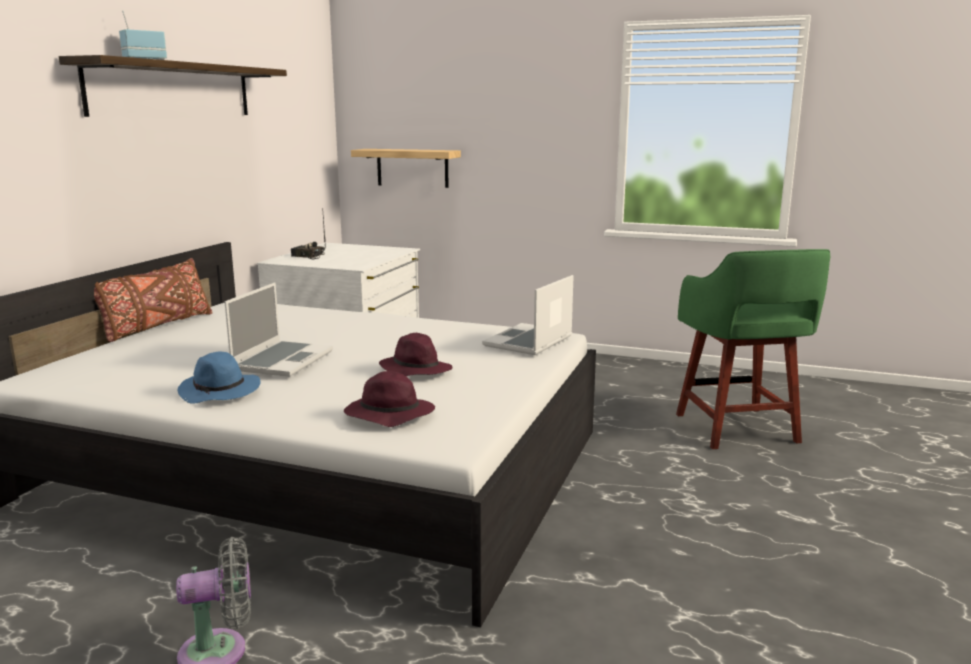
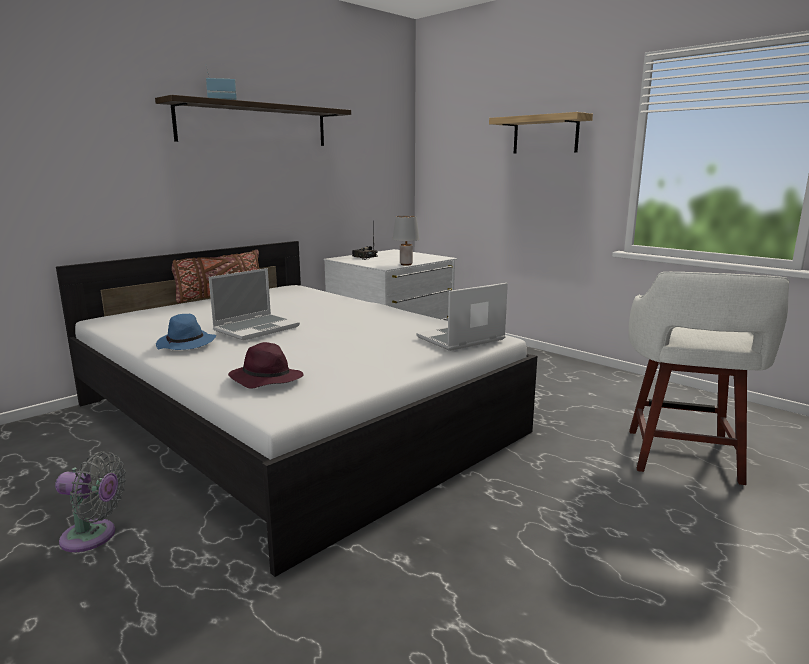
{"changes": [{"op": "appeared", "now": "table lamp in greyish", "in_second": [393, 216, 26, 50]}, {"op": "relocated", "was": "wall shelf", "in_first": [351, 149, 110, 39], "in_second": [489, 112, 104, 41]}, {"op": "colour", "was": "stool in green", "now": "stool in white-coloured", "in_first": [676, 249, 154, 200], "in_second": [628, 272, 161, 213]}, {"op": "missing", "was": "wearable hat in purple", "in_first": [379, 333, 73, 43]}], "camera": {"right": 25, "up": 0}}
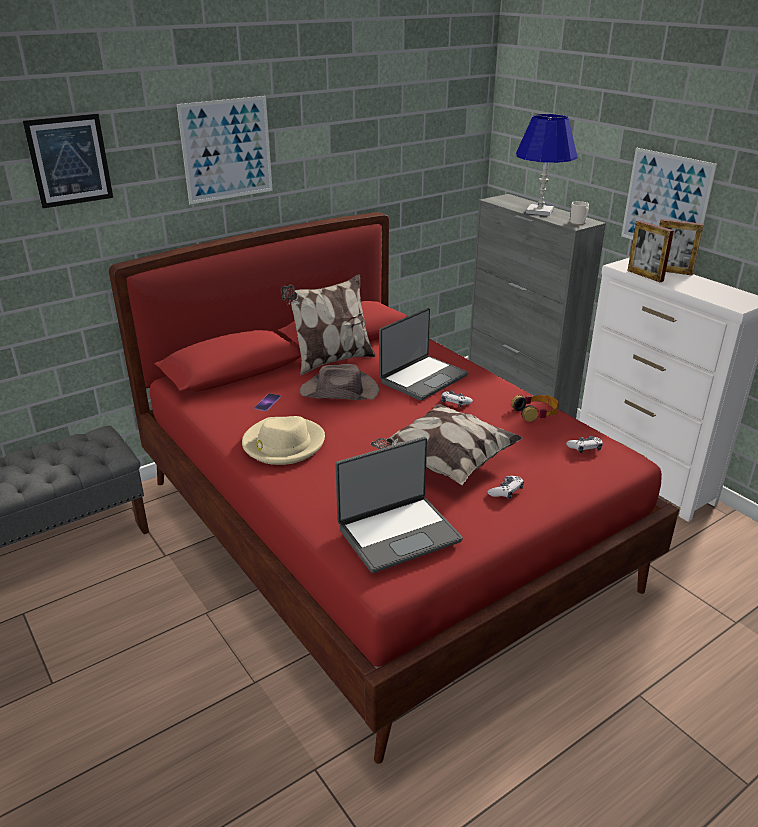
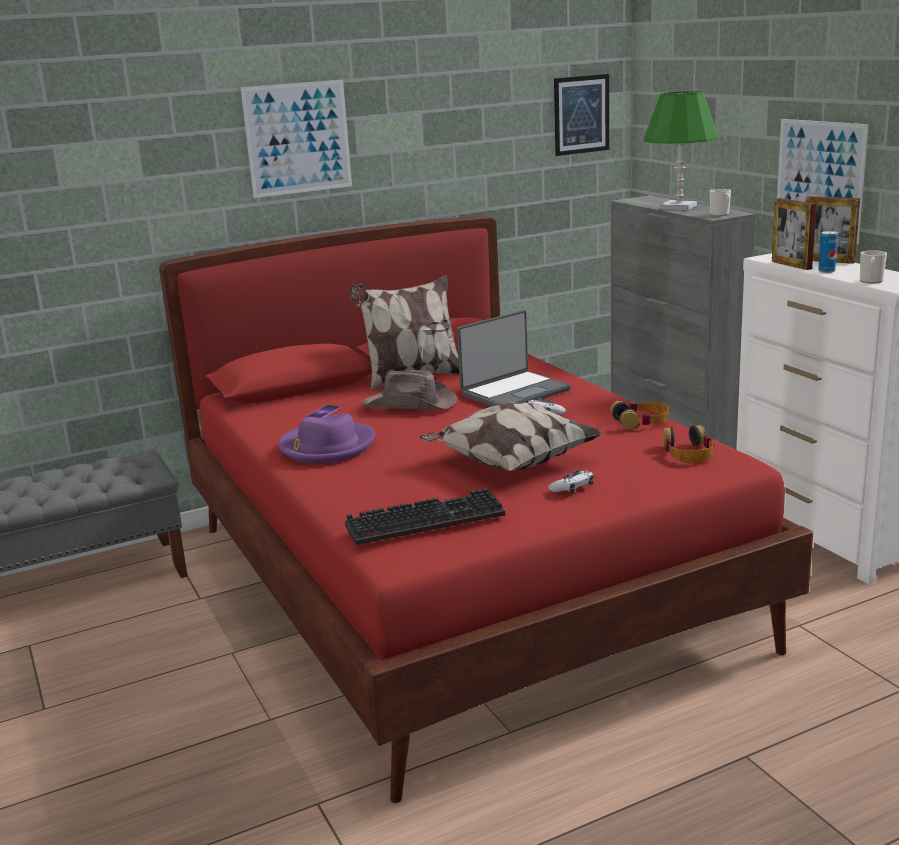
{"changes": [{"op": "colour", "was": "wearable hat in beige-coloured", "now": "wearable hat in purple", "in_first": [242, 416, 83, 49], "in_second": [278, 413, 97, 50]}, {"op": "exchanged", "was": "notebook computer", "now": "keyboard", "in_first": [335, 437, 128, 136], "in_second": [345, 488, 160, 57]}, {"op": "relocated", "was": "wall picture", "in_first": [23, 113, 90, 95], "in_second": [554, 74, 55, 82]}, {"op": "colour", "was": "table lamp in bluish", "now": "table lamp in green", "in_first": [516, 114, 61, 102], "in_second": [644, 91, 74, 119]}, {"op": "exchanged", "was": "joypad", "now": "headphones", "in_first": [566, 436, 37, 17], "in_second": [663, 425, 50, 39]}, {"op": "appeared", "now": "can", "in_second": [818, 231, 20, 42]}, {"op": "appeared", "now": "coffee mug", "in_second": [860, 251, 27, 32]}], "camera": {"right": 10, "up": -10}}
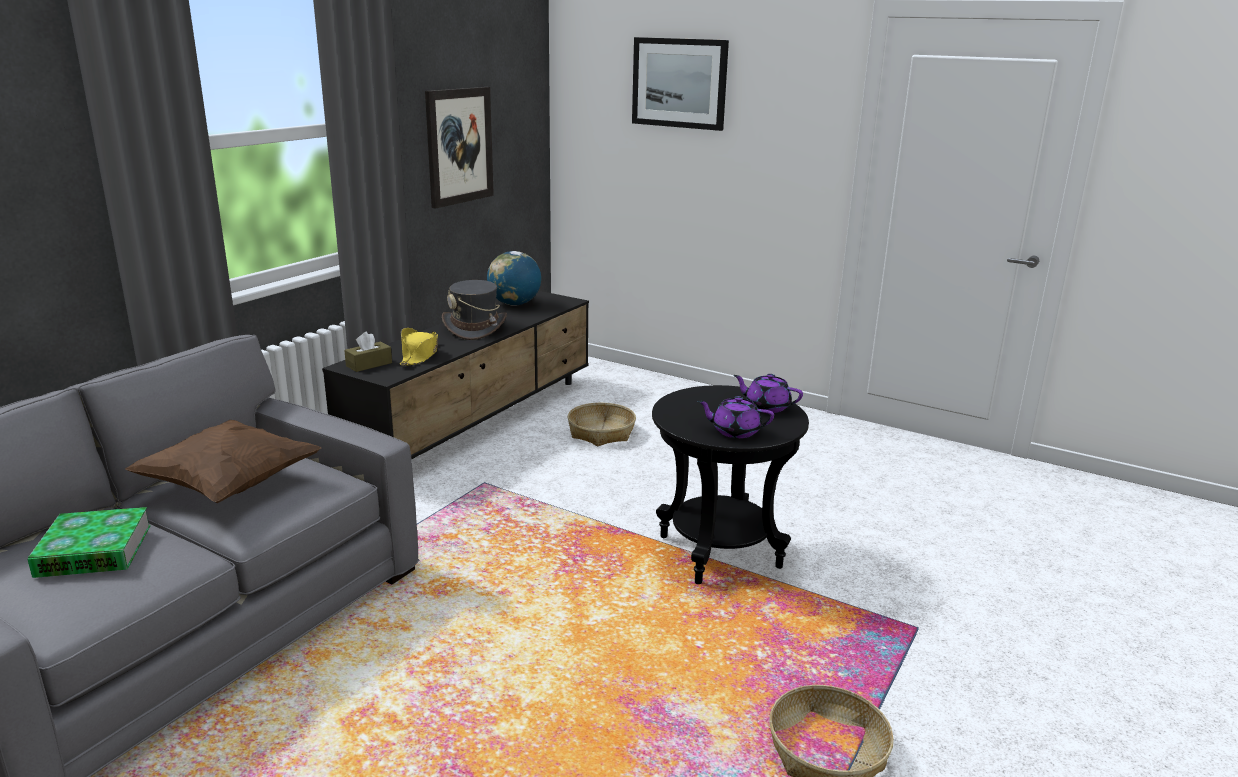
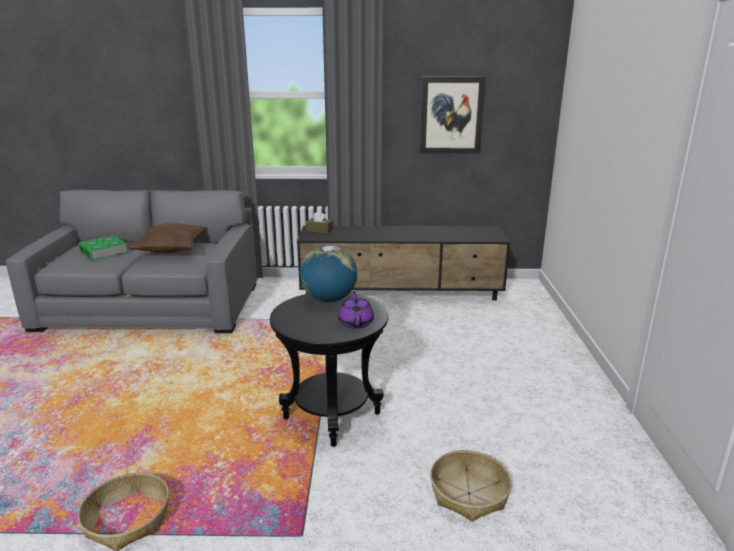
{"changes": [{"op": "relocated", "was": "globe", "in_first": [487, 251, 54, 55], "in_second": [300, 245, 57, 57]}, {"op": "relocated", "was": "storage basket", "in_first": [567, 403, 69, 43], "in_second": [430, 450, 82, 72]}, {"op": "missing", "was": "wearable hat in yellow-coloured", "in_first": [400, 328, 38, 38]}, {"op": "missing", "was": "wearable hat in greyish", "in_first": [442, 280, 65, 60]}, {"op": "missing", "was": "wall picture", "in_first": [632, 37, 97, 94]}, {"op": "missing", "was": "pot for tea in purple", "in_first": [698, 396, 76, 42]}], "camera": {"right": 60, "up": 0}}
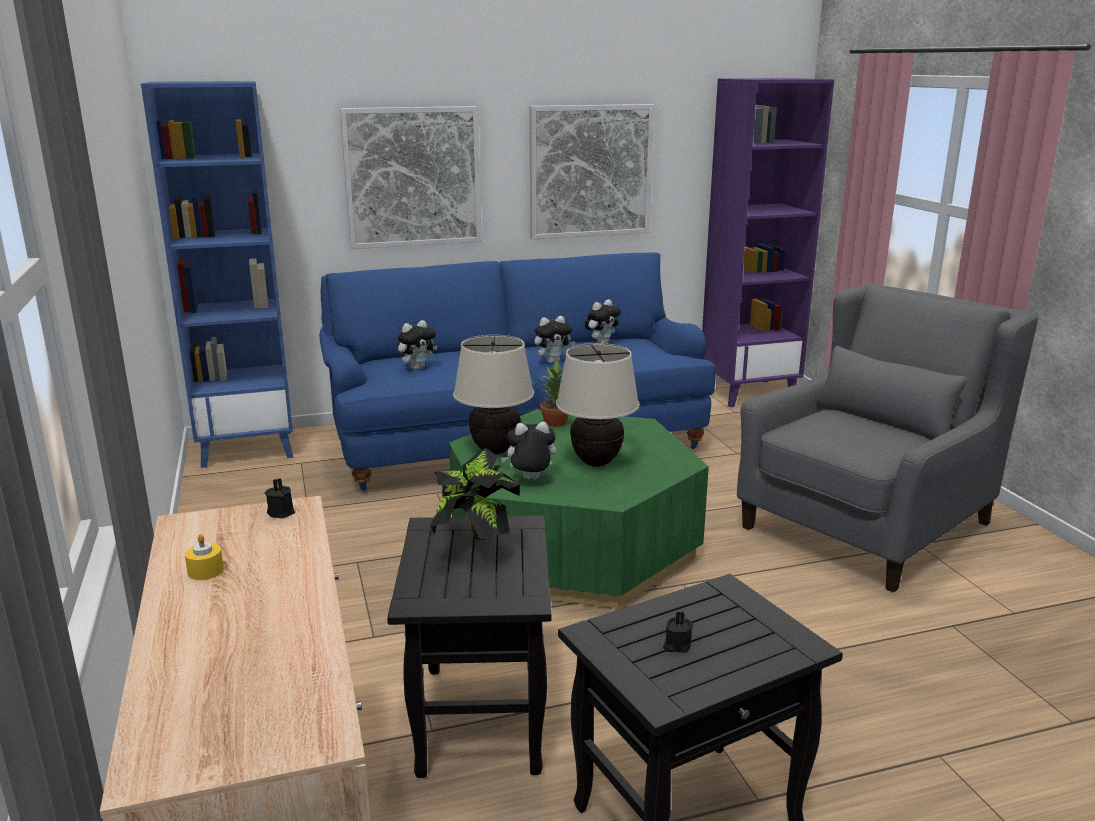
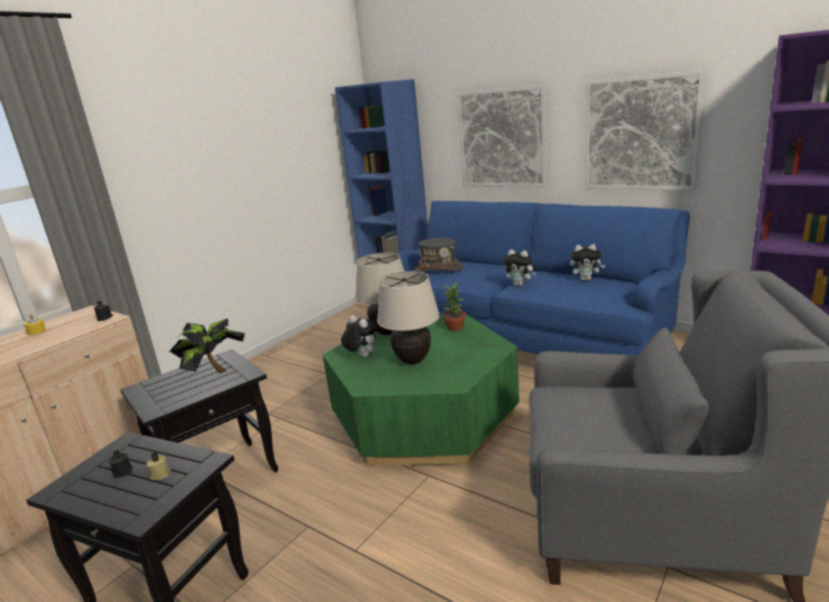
{"changes": [{"op": "appeared", "now": "wax candle in beige-coloured", "in_second": [146, 452, 25, 28]}, {"op": "exchanged", "was": "soft toy", "now": "wearable hat in greyish", "in_first": [397, 320, 41, 50], "in_second": [415, 238, 49, 34]}], "camera": {"right": 55, "up": 0}}
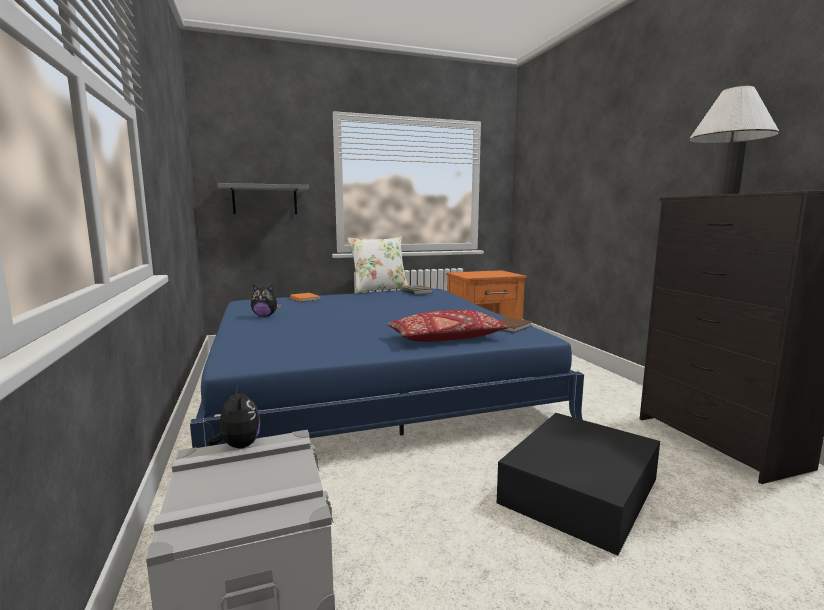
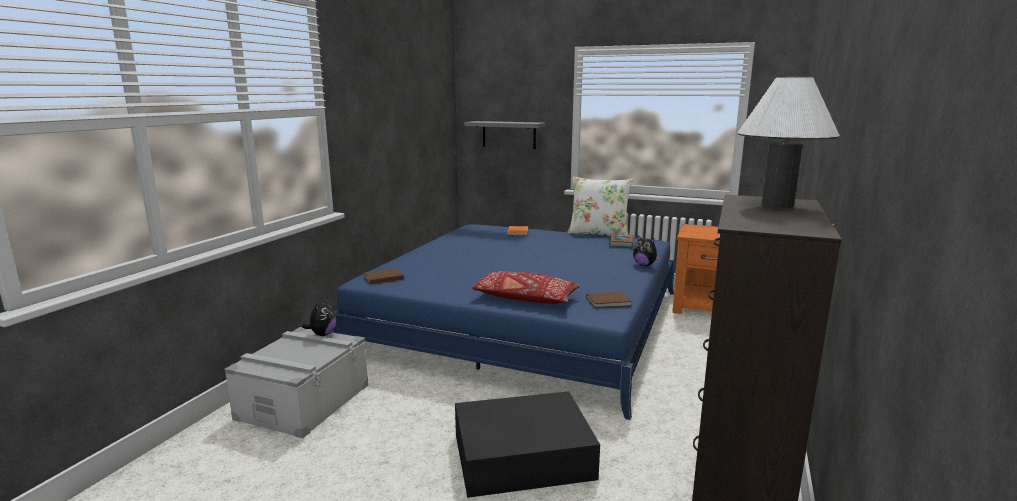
{"changes": [{"op": "appeared", "now": "volume in brown-coloured", "in_second": [364, 268, 40, 16]}, {"op": "relocated", "was": "soft toy", "in_first": [251, 285, 30, 32], "in_second": [633, 236, 28, 30]}], "camera": {"right": 40, "up": 5}}
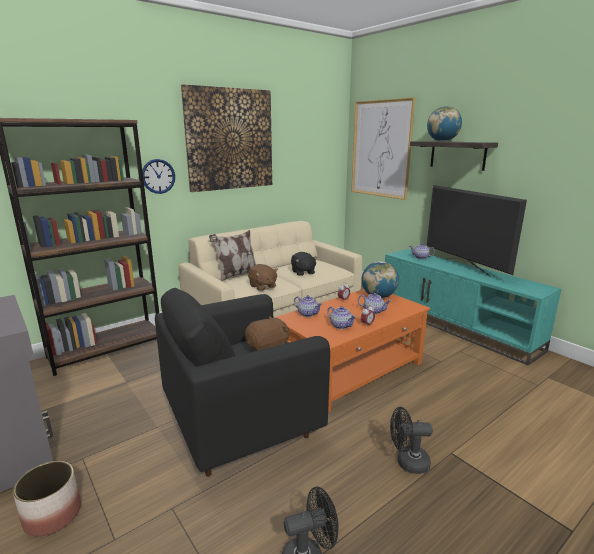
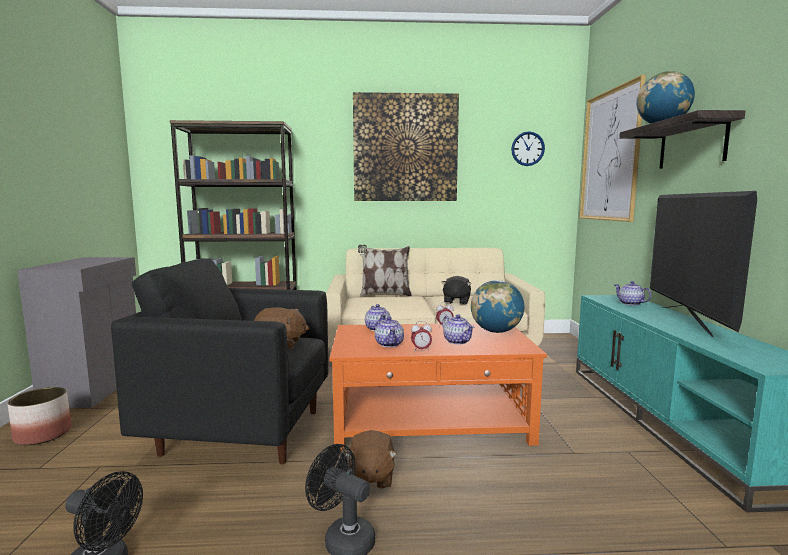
{"changes": [{"op": "relocated", "was": "soft toy in brown-coloured", "in_first": [248, 264, 30, 27], "in_second": [345, 430, 52, 59]}, {"op": "relocated", "was": "hanging clock", "in_first": [142, 159, 33, 35], "in_second": [511, 131, 34, 35]}], "camera": {"right": 35, "up": -10}}
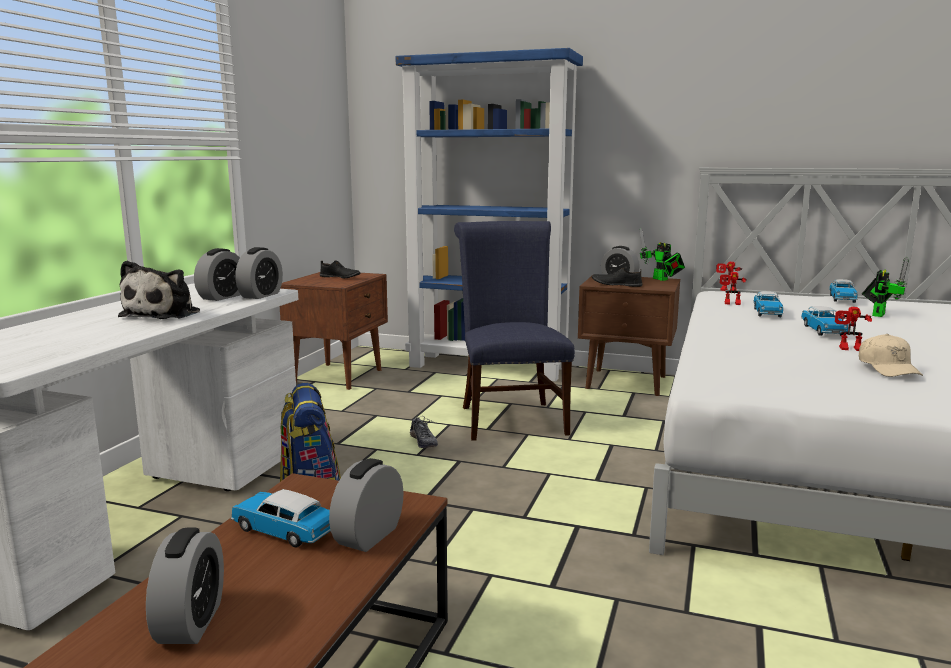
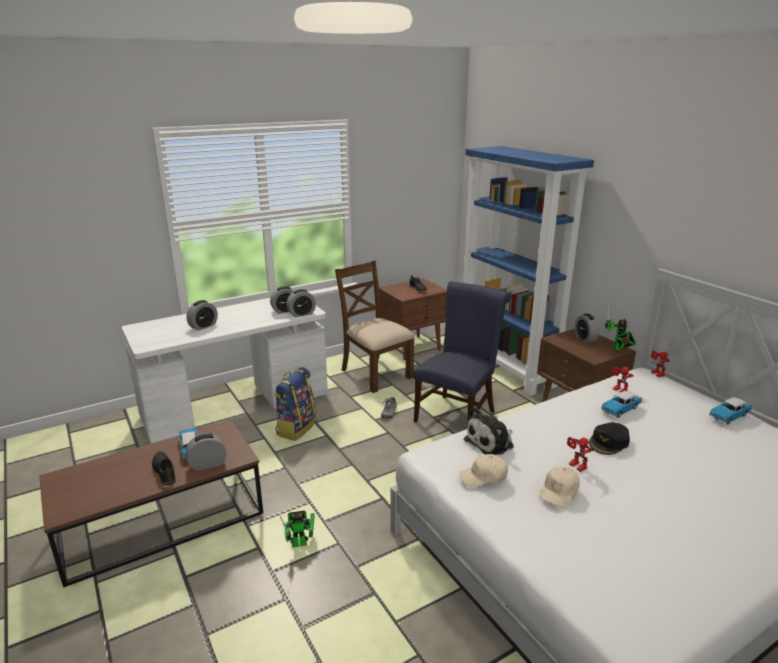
{"changes": [{"op": "relocated", "was": "low shoe in black", "in_first": [592, 267, 51, 20], "in_second": [152, 451, 24, 34]}, {"op": "relocated", "was": "bedside clock", "in_first": [146, 528, 78, 116], "in_second": [186, 300, 32, 31]}, {"op": "relocated", "was": "toy robot", "in_first": [862, 257, 47, 60], "in_second": [280, 511, 35, 36]}, {"op": "appeared", "now": "plain chair in brown-coloured", "in_second": [335, 261, 80, 132]}, {"op": "appeared", "now": "cap in beige-coloured", "in_second": [459, 454, 49, 33]}, {"op": "relocated", "was": "soft toy", "in_first": [118, 261, 82, 58], "in_second": [464, 407, 50, 48]}, {"op": "exchanged", "was": "toy car", "now": "cap in black", "in_first": [801, 306, 48, 30], "in_second": [589, 422, 41, 33]}], "camera": {"right": 40, "up": 10}}
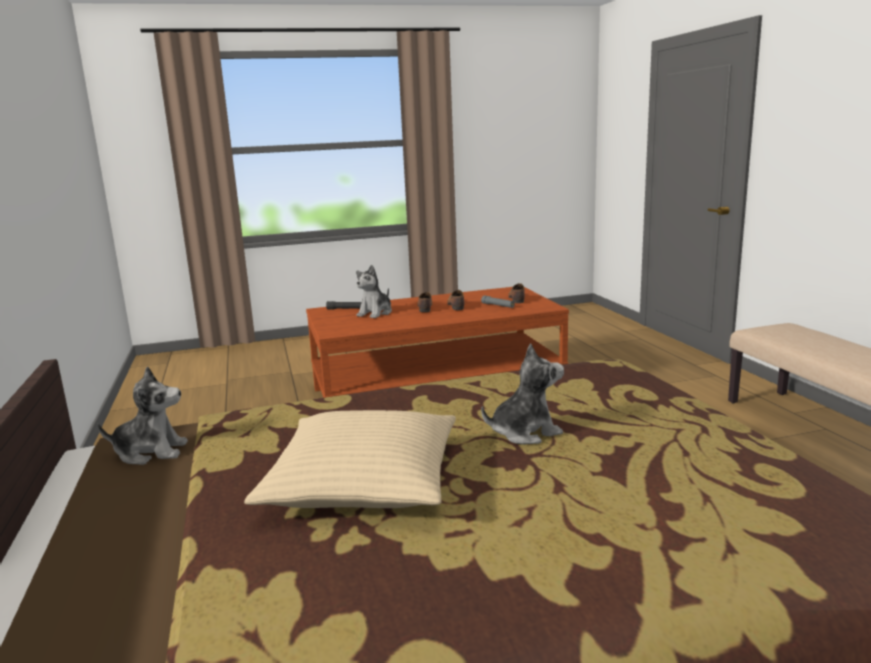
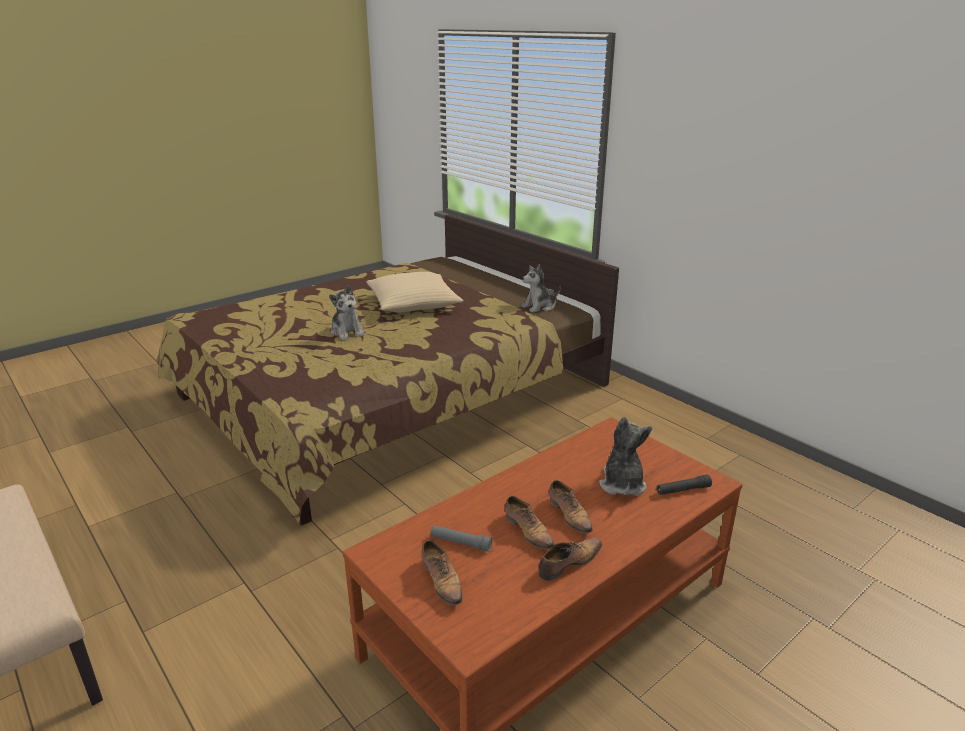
{"changes": [{"op": "spun", "was": "soft toy", "in_first": [481, 343, 83, 102], "in_second": [329, 285, 36, 55], "clockwise": -75}, {"op": "appeared", "now": "low shoe", "in_second": [539, 538, 63, 43]}], "camera": {"right": 155, "up": 10}}
